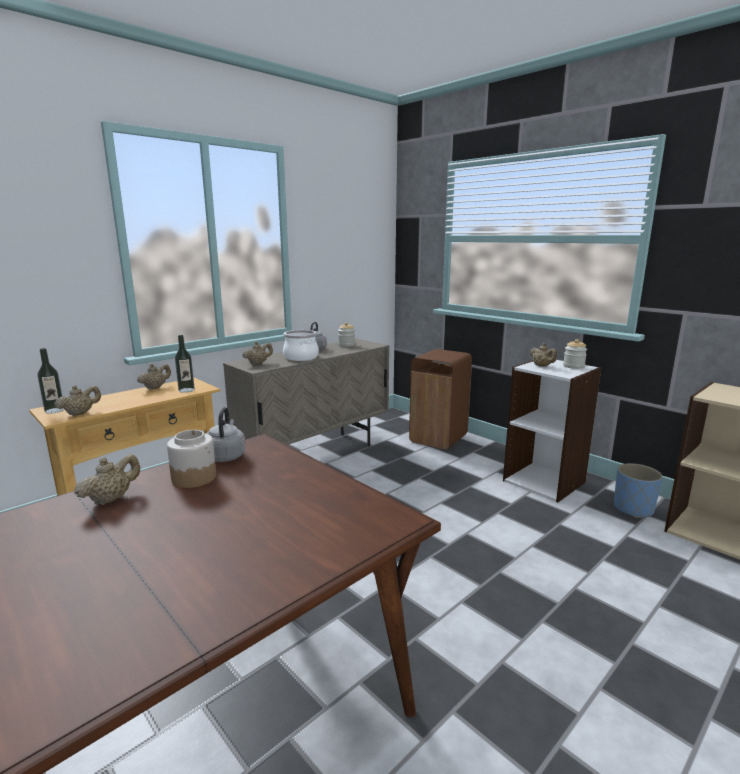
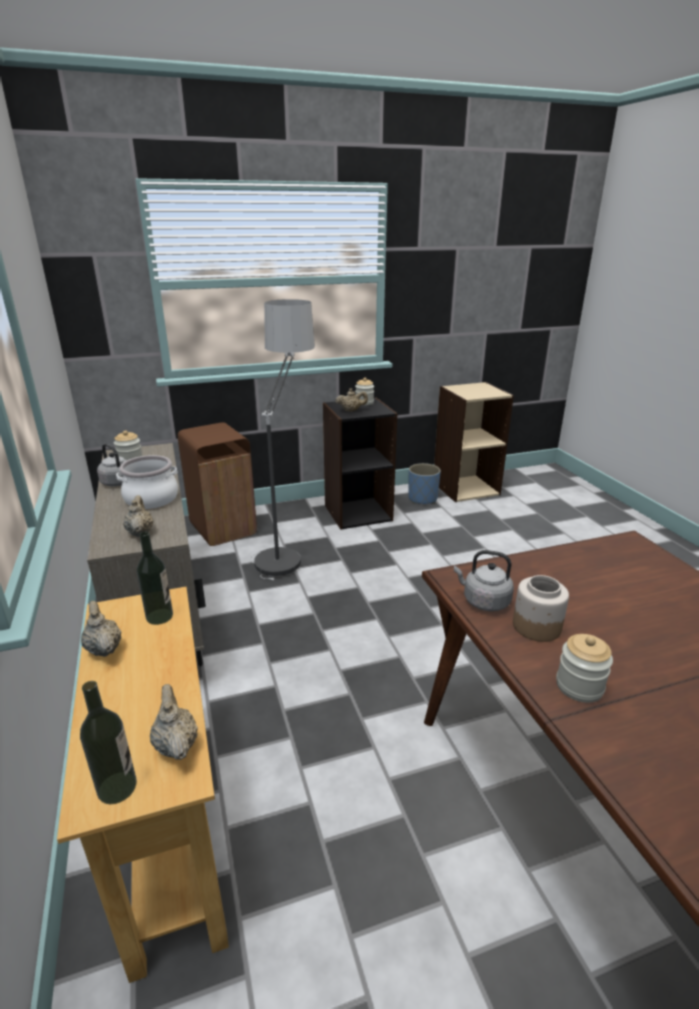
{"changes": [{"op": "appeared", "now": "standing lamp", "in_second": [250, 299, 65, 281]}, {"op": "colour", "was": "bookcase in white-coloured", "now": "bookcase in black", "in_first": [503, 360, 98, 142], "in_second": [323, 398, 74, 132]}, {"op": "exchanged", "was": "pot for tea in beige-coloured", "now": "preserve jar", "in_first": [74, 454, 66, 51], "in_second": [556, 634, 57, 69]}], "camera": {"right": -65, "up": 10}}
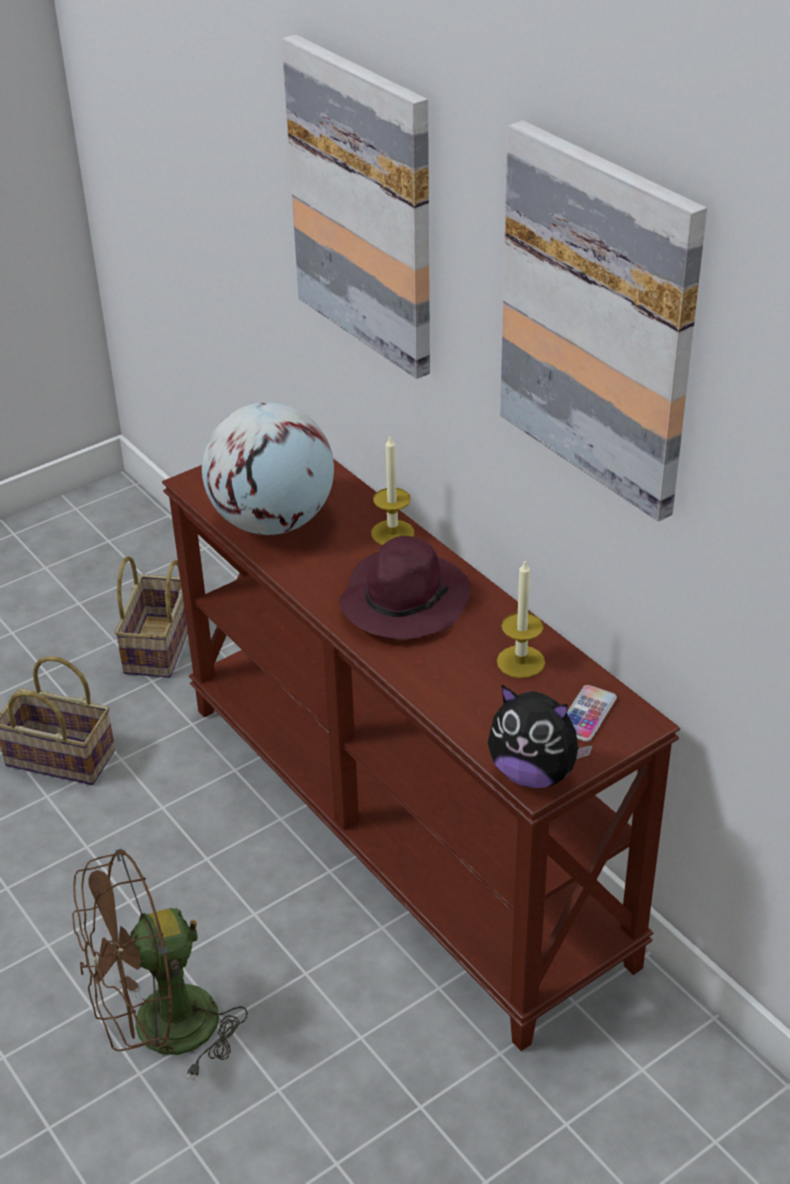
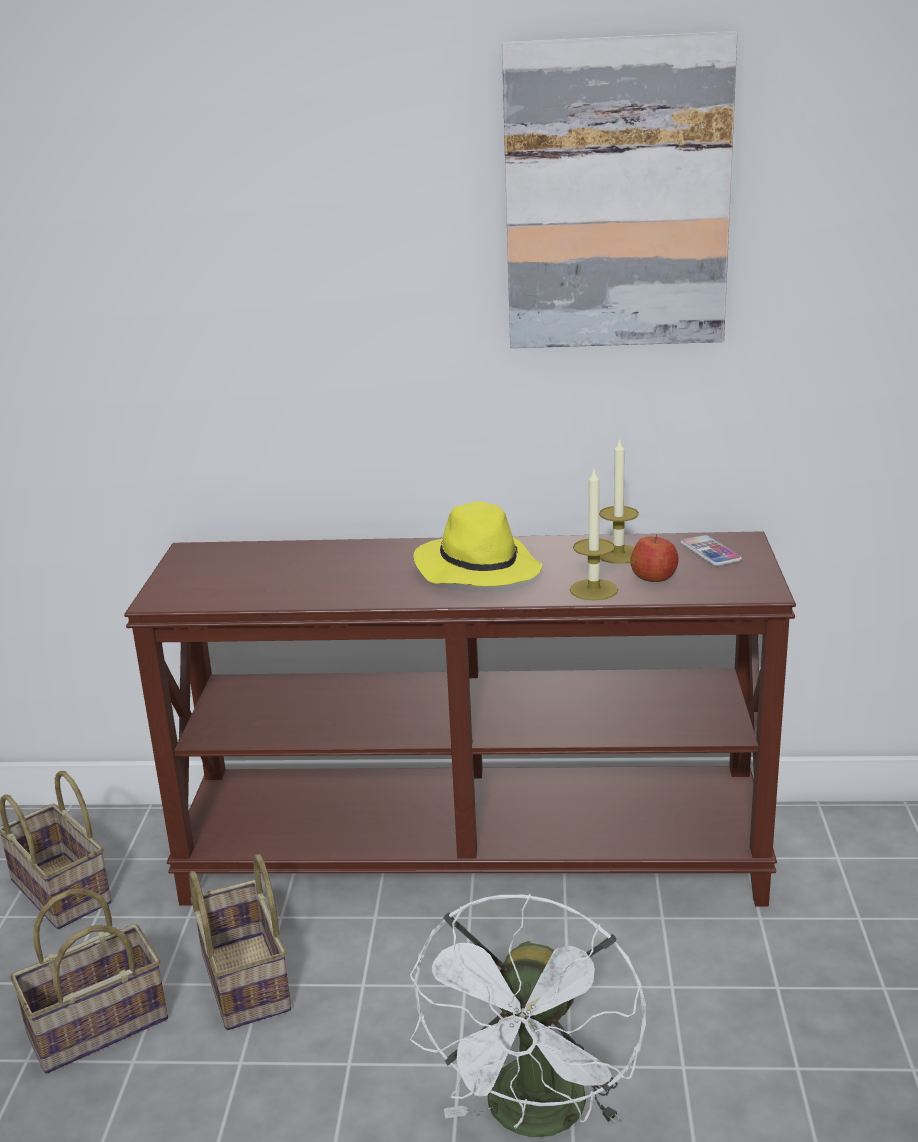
{"changes": [{"op": "appeared", "now": "storage basket", "in_second": [189, 854, 102, 176]}, {"op": "colour", "was": "fan in brown-coloured", "now": "fan in white-coloured", "in_first": [72, 849, 176, 232], "in_second": [410, 894, 236, 243]}, {"op": "colour", "was": "wearable hat in purple", "now": "wearable hat in yellow-coloured", "in_first": [339, 536, 132, 104], "in_second": [414, 501, 128, 86]}, {"op": "relocated", "was": "wax candle", "in_first": [371, 436, 43, 109], "in_second": [570, 470, 48, 131]}, {"op": "appeared", "now": "apple", "in_second": [630, 534, 49, 48]}, {"op": "missing", "was": "globe", "in_first": [202, 402, 132, 133]}, {"op": "missing", "was": "wall picture", "in_first": [282, 34, 148, 345]}, {"op": "missing", "was": "soft toy", "in_first": [488, 685, 105, 103]}], "camera": {"right": -50, "up": -15}}
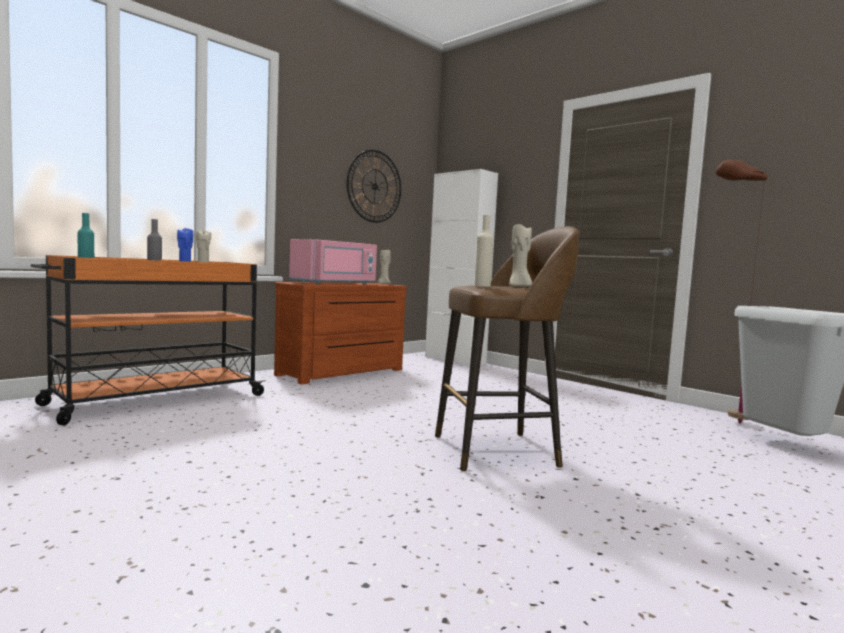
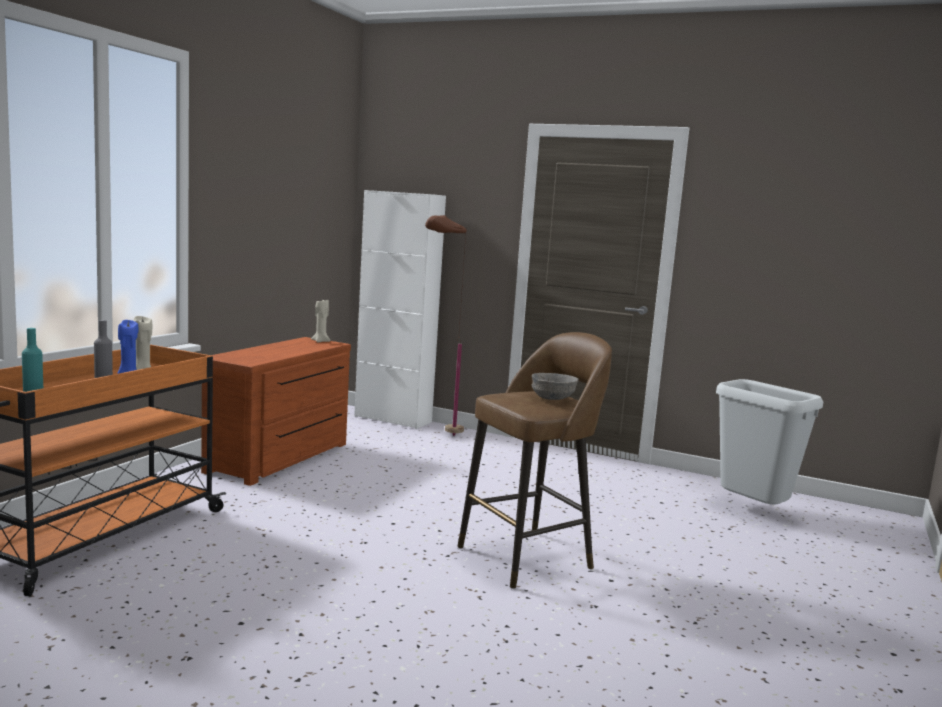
{"changes": [{"op": "relocated", "was": "standing lamp in brown-coloured", "in_first": [715, 160, 53, 264], "in_second": [425, 215, 42, 221]}, {"op": "exchanged", "was": "wax candle in beige-coloured", "now": "deep dish in greyish", "in_first": [509, 224, 23, 63], "in_second": [531, 373, 48, 27]}, {"op": "missing", "was": "microwave in pinkish", "in_first": [289, 239, 88, 45]}, {"op": "missing", "was": "hanging clock", "in_first": [347, 150, 54, 73]}, {"op": "missing", "was": "beverage bottle in beige-coloured", "in_first": [475, 215, 19, 72]}], "camera": {"right": -20, "up": 5}}
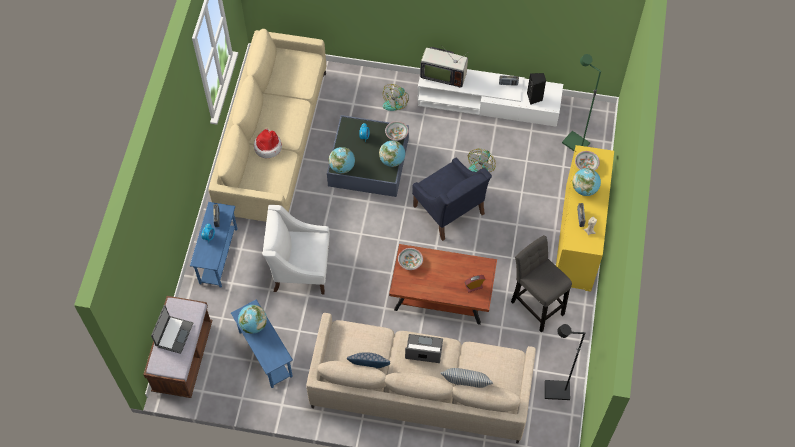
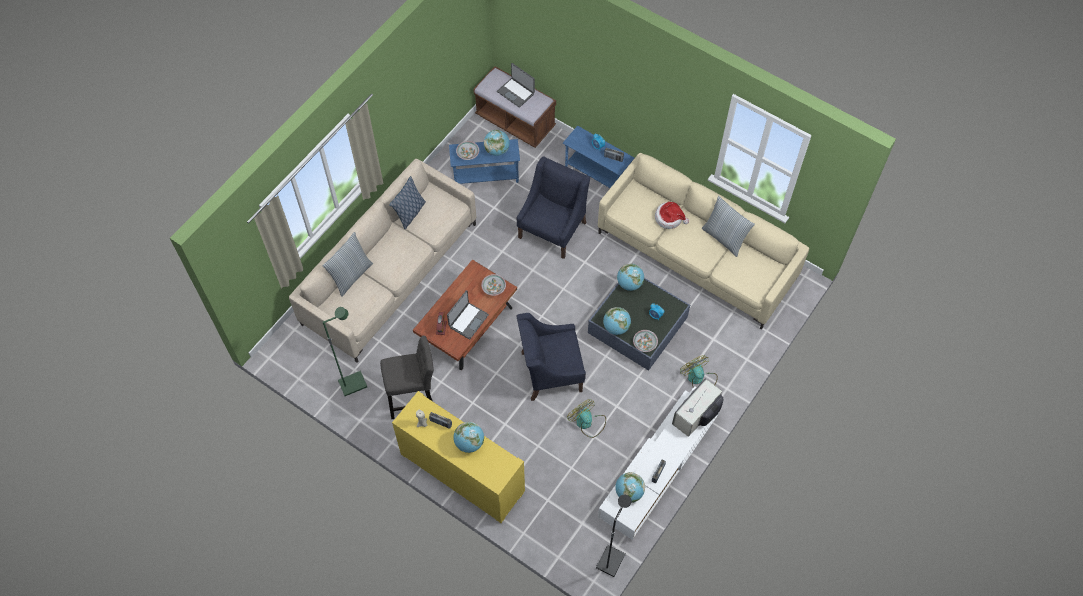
{"changes": [{"op": "relocated", "was": "standing lamp in green", "in_first": [562, 54, 39, 97], "in_second": [323, 307, 44, 89]}, {"op": "relocated", "was": "notebook computer", "in_first": [405, 334, 38, 29], "in_second": [447, 290, 42, 49]}, {"op": "relocated", "was": "deep dish", "in_first": [575, 151, 25, 19], "in_second": [456, 141, 23, 19]}, {"op": "colour", "was": "lounge chair in white-coloured", "now": "lounge chair in bluish", "in_first": [262, 205, 68, 89], "in_second": [517, 156, 73, 103]}, {"op": "relocated", "was": "standing lamp in black", "in_first": [545, 324, 40, 76], "in_second": [596, 495, 36, 82]}, {"op": "exchanged", "was": "speaker in black", "now": "globe", "in_first": [527, 73, 19, 32], "in_second": [615, 472, 30, 31]}, {"op": "appeared", "now": "throw pillow", "in_second": [702, 196, 53, 61]}], "camera": {"right": 115, "up": 0}}
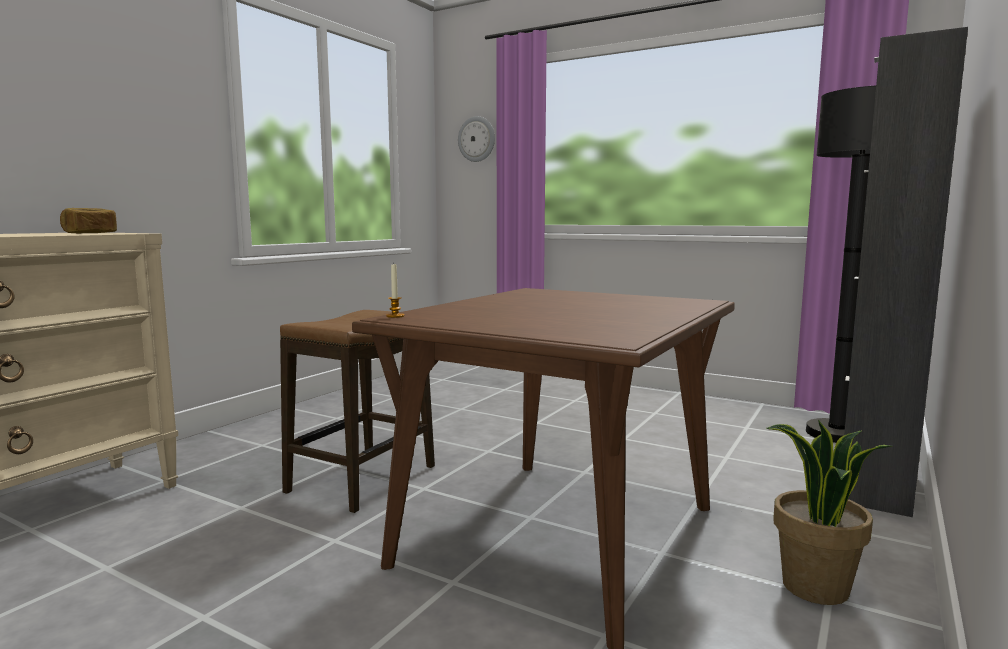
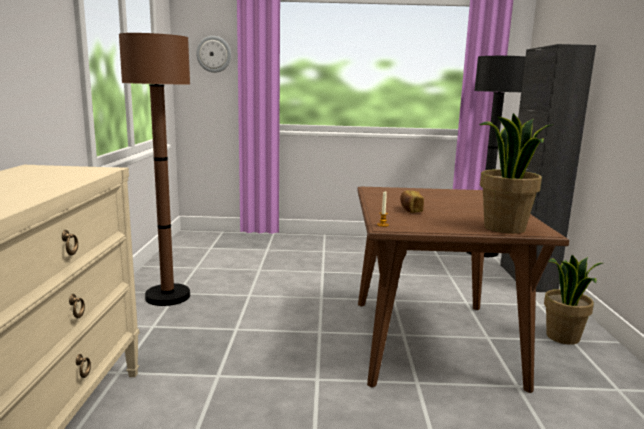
{"changes": [{"op": "appeared", "now": "standing lamp in brown-coloured", "in_second": [119, 33, 71, 273]}, {"op": "relocated", "was": "baked bread", "in_first": [60, 208, 57, 25], "in_second": [400, 190, 24, 23]}, {"op": "appeared", "now": "potted plant", "in_second": [479, 113, 75, 121]}, {"op": "missing", "was": "stool", "in_first": [280, 310, 155, 203]}], "camera": {"right": -30, "up": 5}}
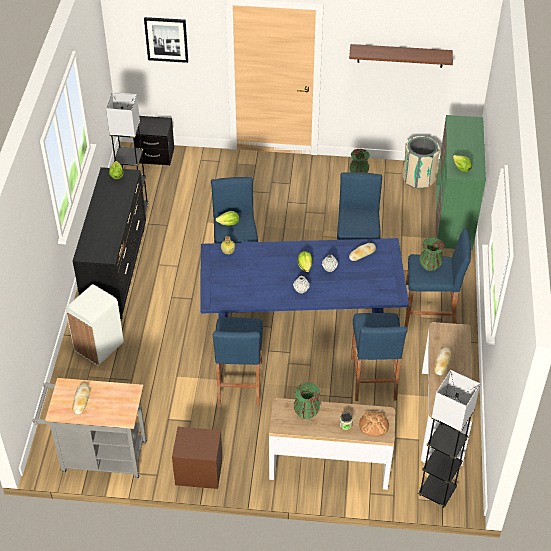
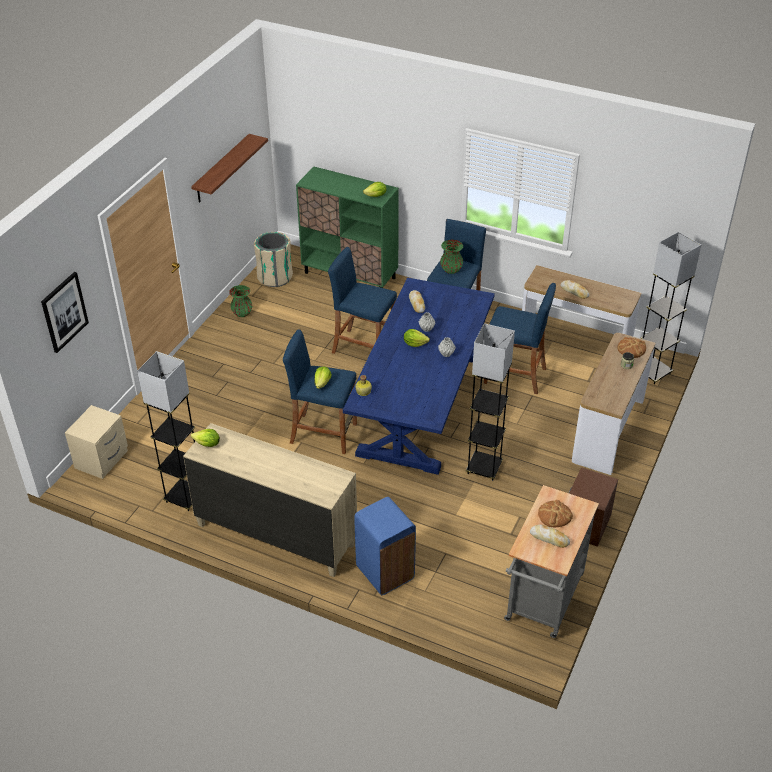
{"changes": [{"op": "colour", "was": "bedside table in black", "now": "bedside table in beige-coloured", "in_first": [134, 116, 40, 49], "in_second": [65, 405, 63, 74]}, {"op": "colour", "was": "drawer chest in black", "now": "drawer chest in beige-coloured", "in_first": [73, 167, 73, 154], "in_second": [183, 423, 174, 154]}, {"op": "colour", "was": "rubbish bin in white-coloured", "now": "rubbish bin in bluish", "in_first": [66, 284, 58, 82], "in_second": [354, 497, 62, 98]}, {"op": "exchanged", "was": "stool in bluish", "now": "standing lamp in greyish", "in_first": [213, 317, 50, 89], "in_second": [466, 323, 49, 158]}, {"op": "appeared", "now": "baked bread", "in_second": [538, 500, 35, 27]}, {"op": "missing", "was": "vase in green", "in_first": [294, 382, 26, 37]}], "camera": {"right": -70, "up": -5}}
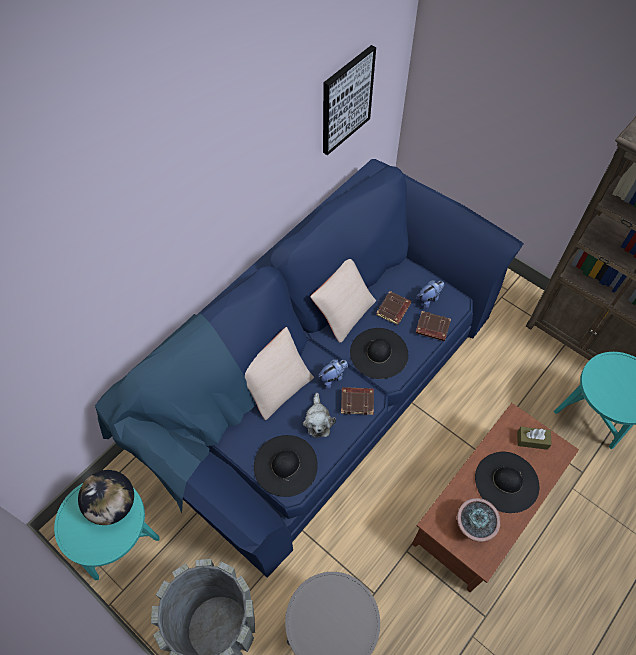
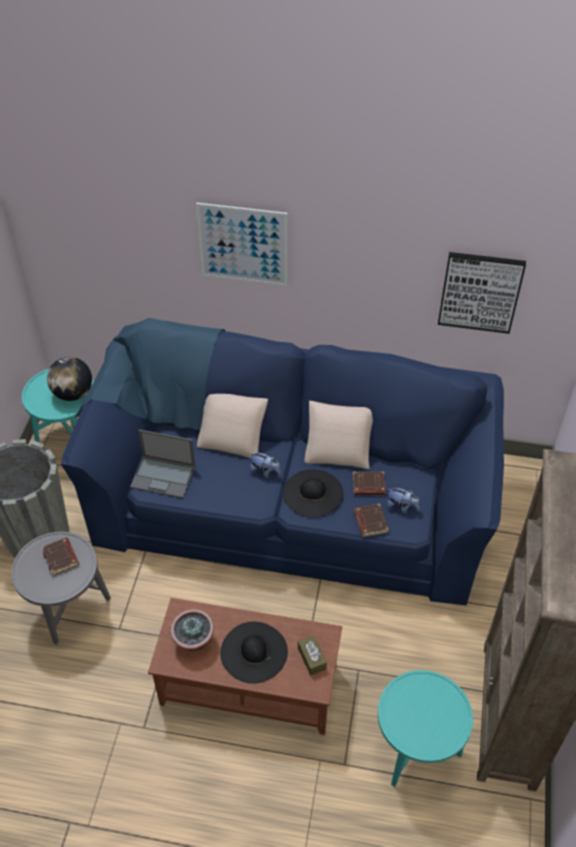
{"changes": [{"op": "relocated", "was": "volume in brown-coloured", "in_first": [341, 387, 33, 28], "in_second": [41, 537, 38, 38]}, {"op": "exchanged", "was": "wearable hat in black", "now": "notebook computer", "in_first": [254, 435, 64, 62], "in_second": [130, 430, 65, 68]}, {"op": "appeared", "now": "wall picture", "in_second": [196, 203, 92, 83]}, {"op": "missing", "was": "soft toy", "in_first": [303, 393, 33, 45]}], "camera": {"right": 60, "up": -10}}
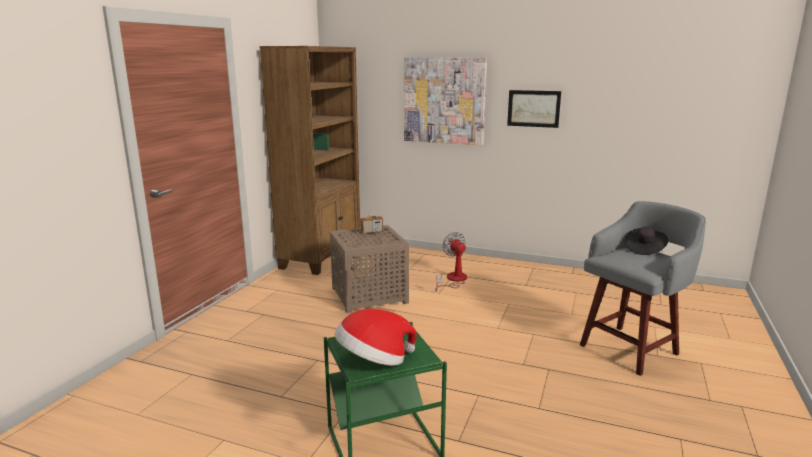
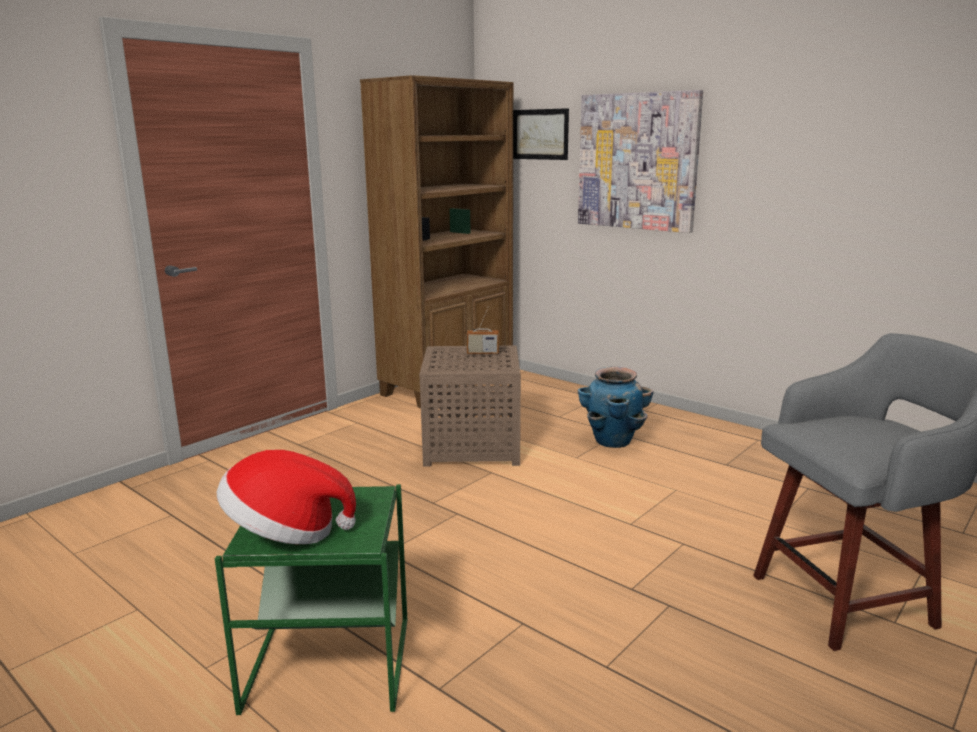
{"changes": [{"op": "relocated", "was": "wall picture", "in_first": [507, 90, 54, 38], "in_second": [513, 108, 56, 52]}, {"op": "exchanged", "was": "fan", "now": "planter", "in_first": [435, 232, 32, 60], "in_second": [578, 366, 76, 82]}, {"op": "missing", "was": "wearable hat in black", "in_first": [625, 226, 43, 29]}], "camera": {"right": 20, "up": 0}}
